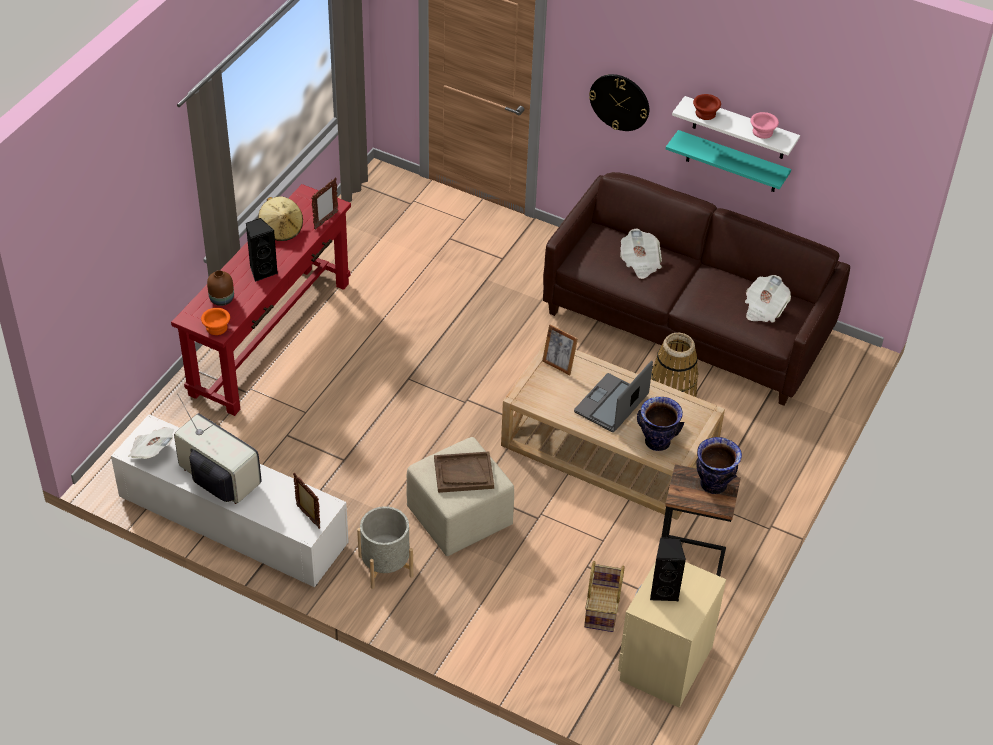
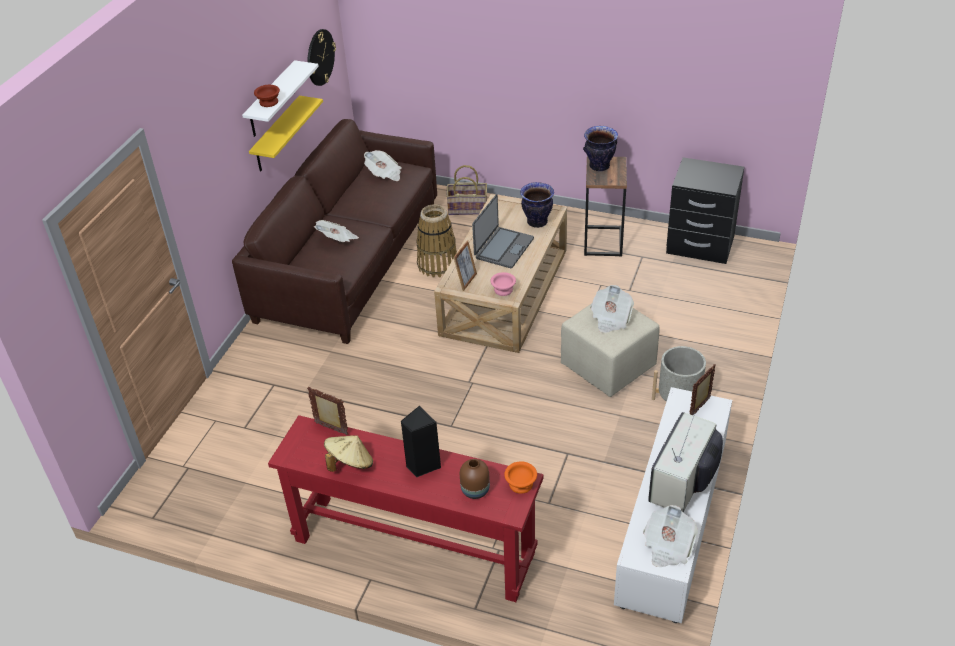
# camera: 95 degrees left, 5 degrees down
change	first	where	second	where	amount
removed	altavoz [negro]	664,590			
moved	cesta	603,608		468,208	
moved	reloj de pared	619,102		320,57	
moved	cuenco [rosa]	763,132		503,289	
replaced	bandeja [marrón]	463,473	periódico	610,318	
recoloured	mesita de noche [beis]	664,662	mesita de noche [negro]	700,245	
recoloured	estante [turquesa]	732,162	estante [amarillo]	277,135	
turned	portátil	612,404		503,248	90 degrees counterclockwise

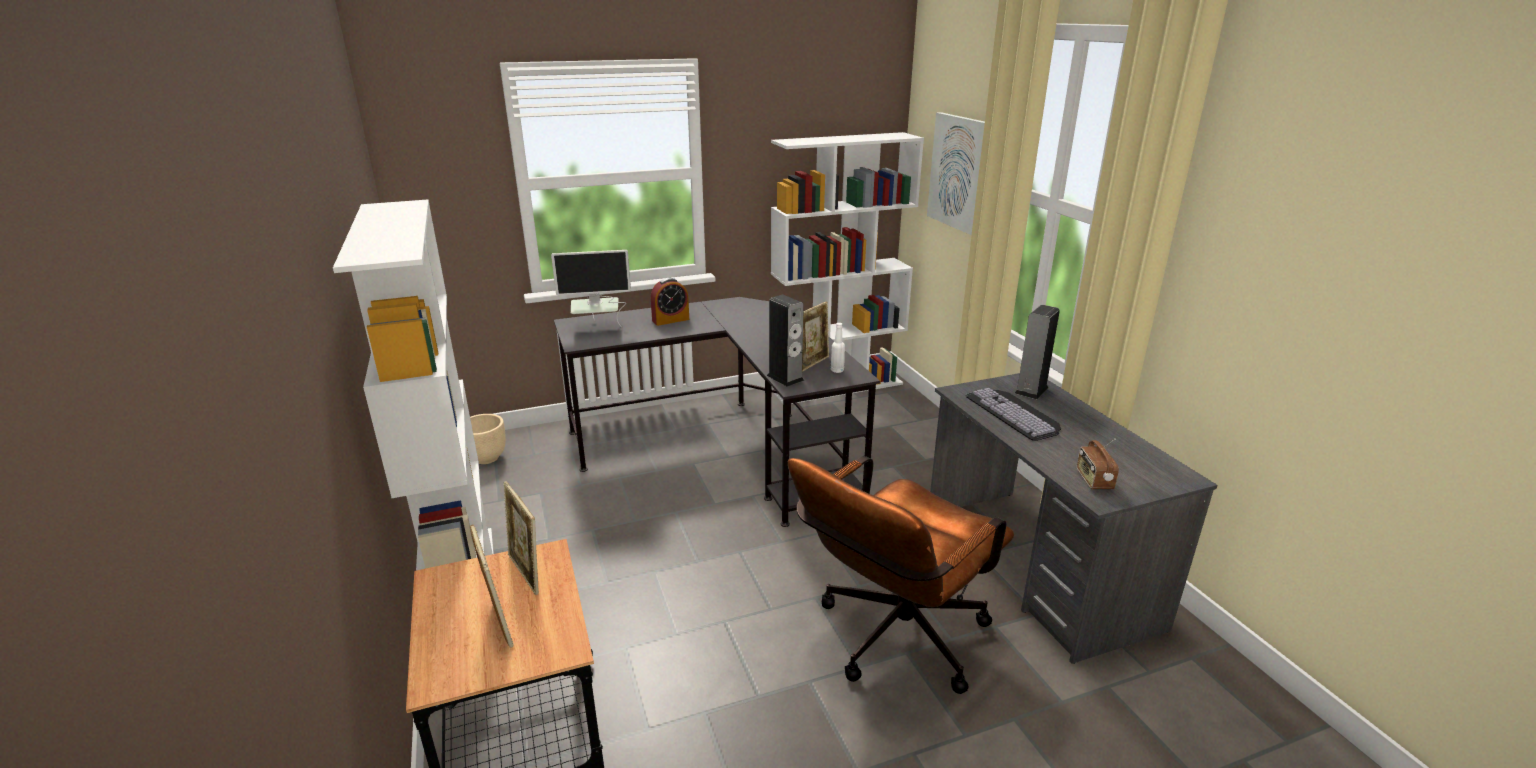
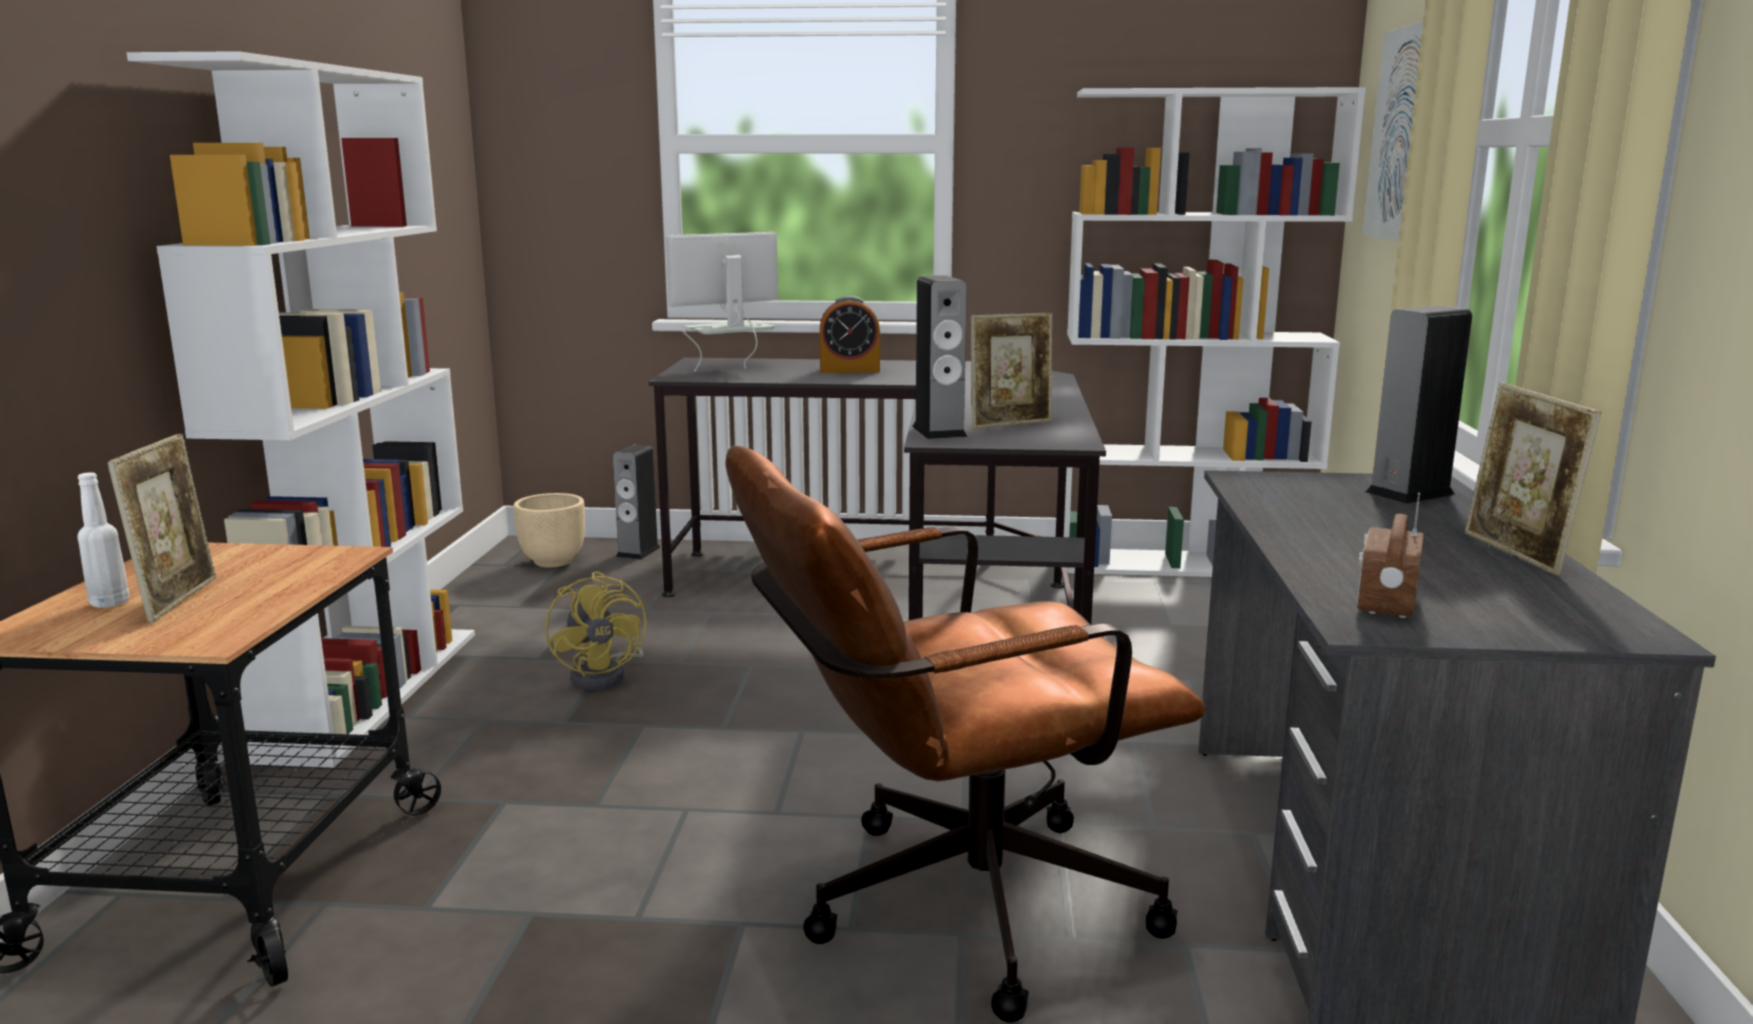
# camera: 25 degrees right, 10 degrees down
change	first	where	second	where	amount
removed	teclado	1016,413			
added			ventilador [amarillo]	605,675	
added			altavoz	638,552	
moved	portarretratos	526,573		1516,554	
moved	botella [blanco]	837,370		109,603	
turned	monitor	597,329		729,368	135 degrees clockwise

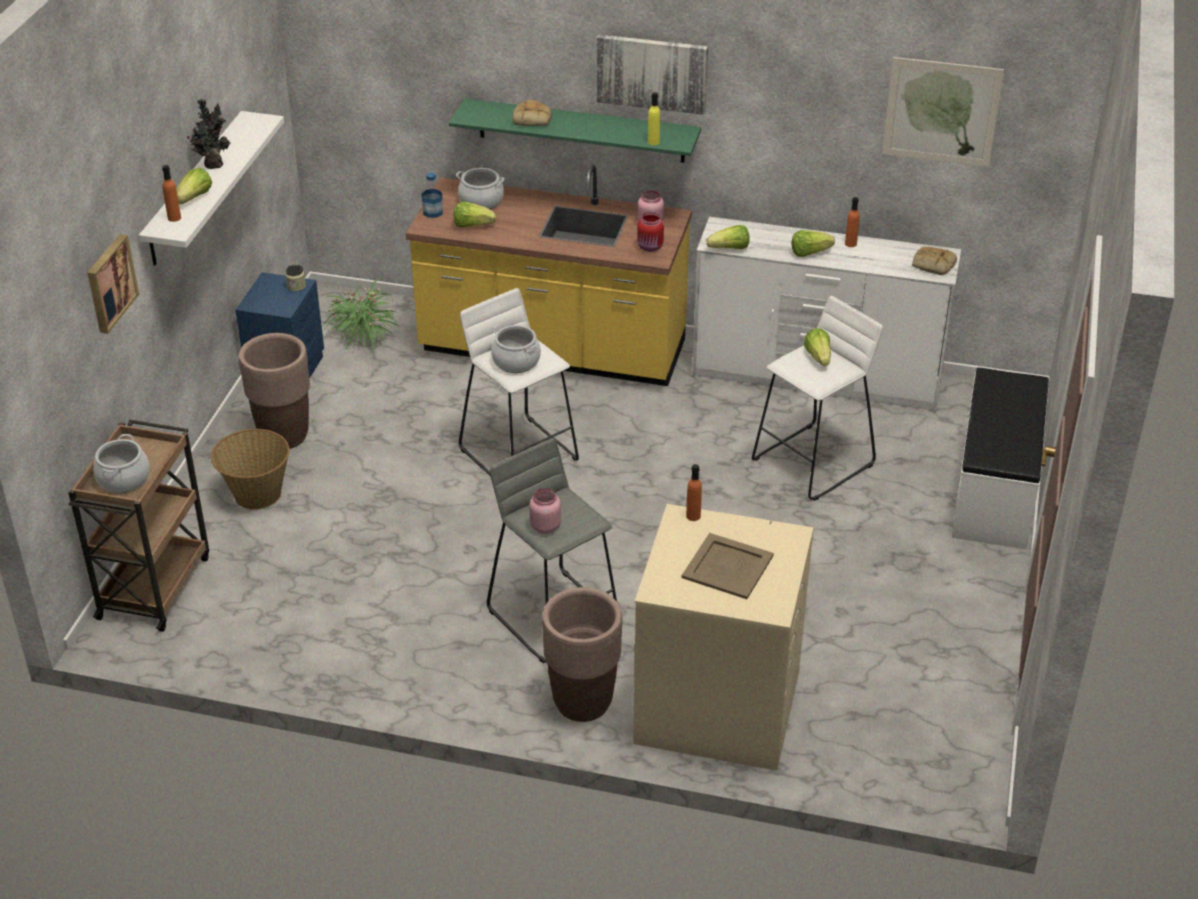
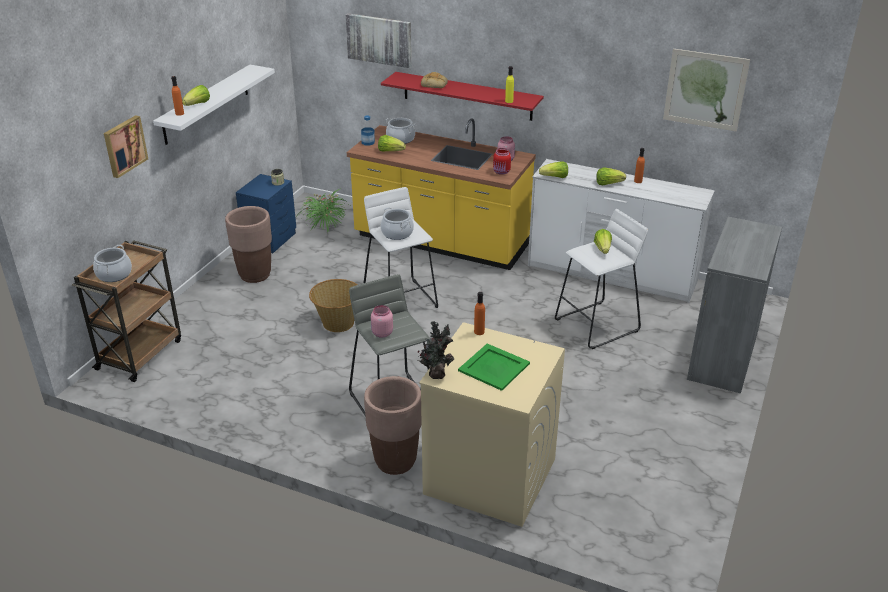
# camera: 10 degrees right, 5 degrees down
change	first	where	second	where	amount
removed	pan	933,264			
moved	planta en maceta	213,164		436,374	
moved	cesta	256,494		337,323	
moved	cuadro	652,73		379,40	
replaced	banco [blanco]	996,490	armario [gris]	723,356	
recoloured	estante [verde]	581,130	estante [rojo]	467,96	
recoloured	bandeja [beis]	728,567	bandeja [verde]	494,367	

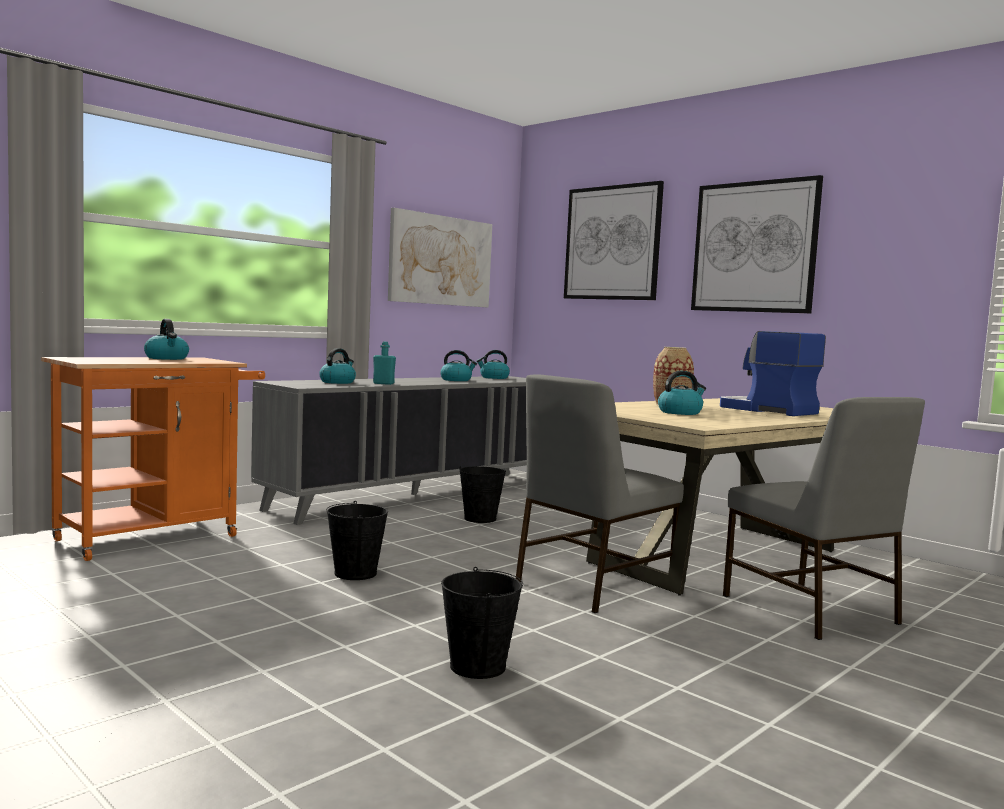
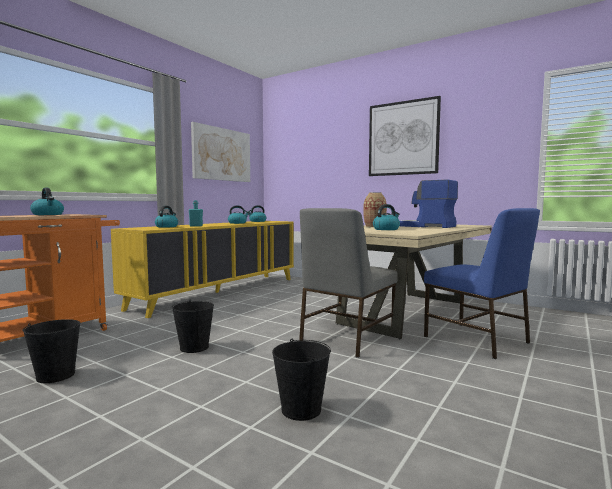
# camera: 10 degrees left, 0 degrees up
change	first	where	second	where	amount
removed	cuadro	612,243			
moved	cubo [negro]	480,518		56,375	
recoloured	armario [gris]	417,495	armario [amarillo]	219,292	
recoloured	silla [gris]	810,610	silla [azul]	477,340	

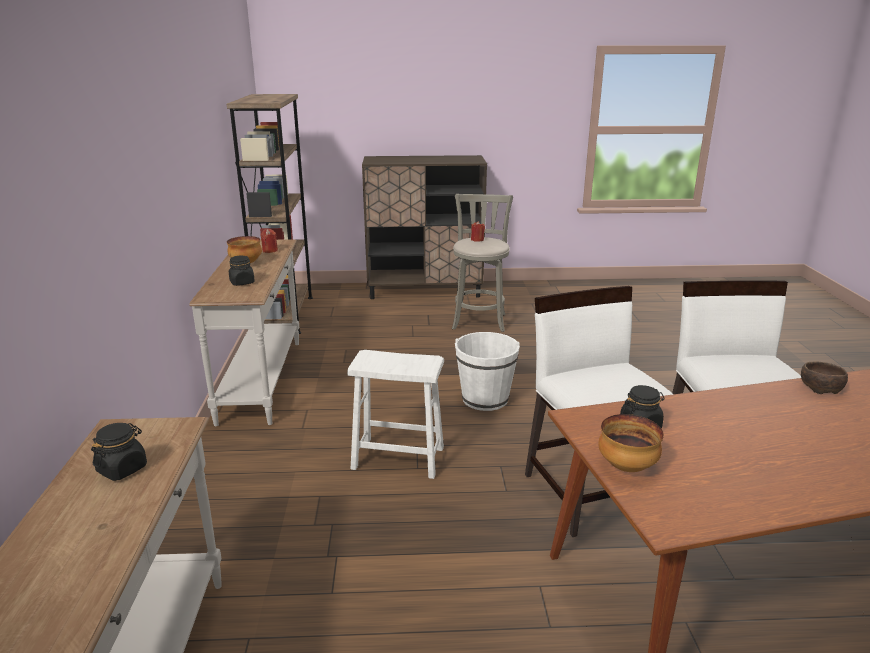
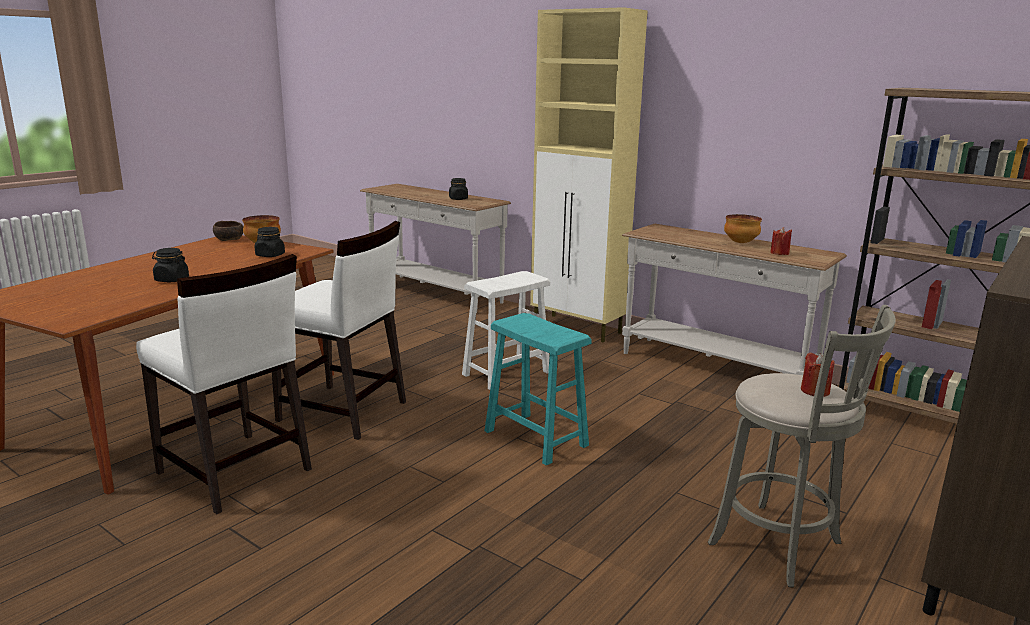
# camera: 130 degrees right, 5 degrees down
change	first	where	second	where	amount
added			armario [beis]	578,328	
moved	tarro [negro]	242,282		171,280	
moved	cuenco [marrón]	819,387		229,239	
replaced	cubo [blanco]	485,399	taburete [turquesa]	535,438	

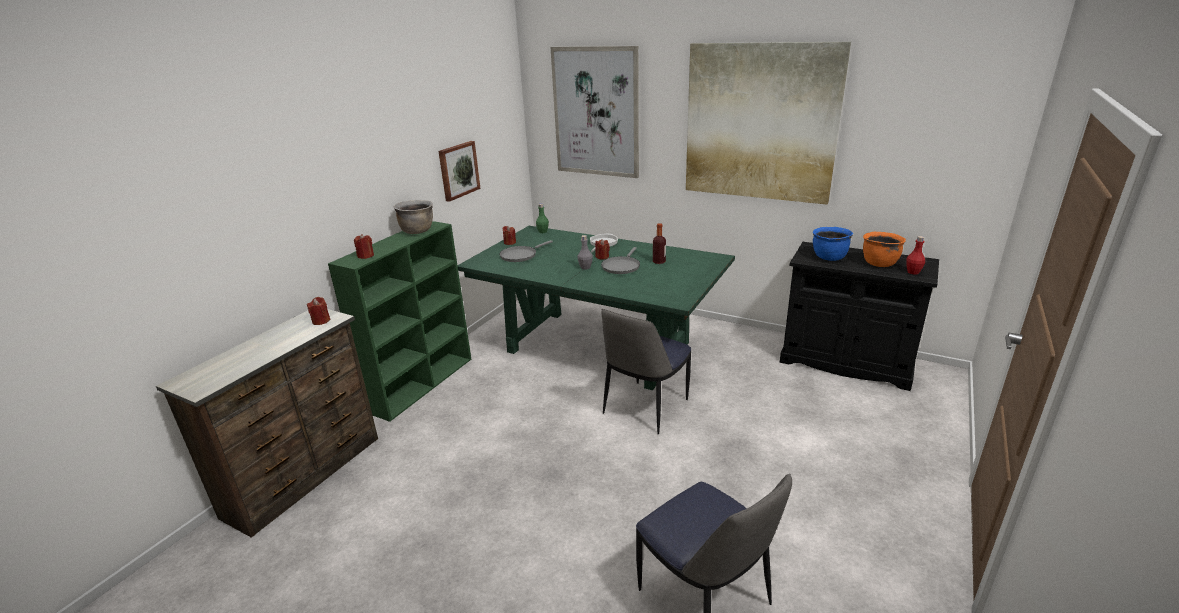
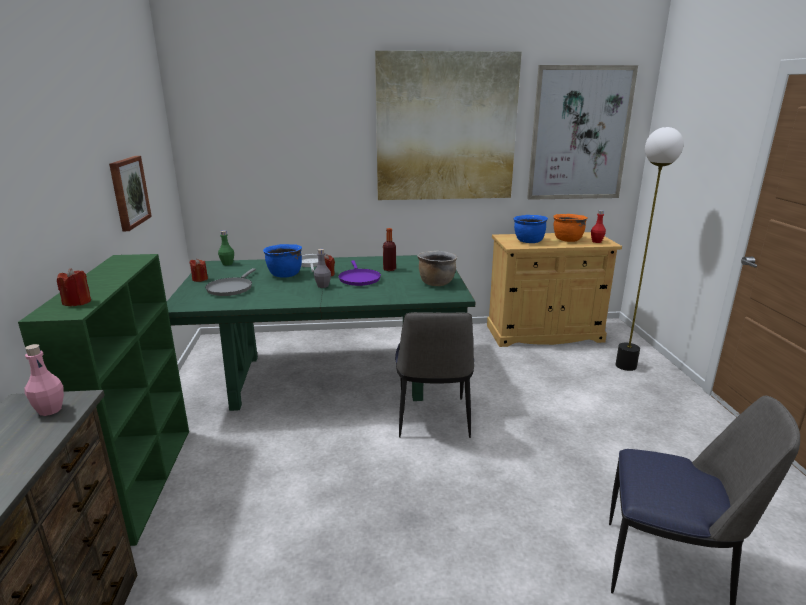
# camera: 35 degrees left, 5 degrees down
change	first	where	second	where	amount
added			olla [azul]	284,275	
added			lámpara de pie	625,365	
moved	olla [marrón]	417,231		436,283	
moved	cuadro	596,112		579,134	
replaced	vela [rojo]	321,321	botella [rosa]	50,410	
recoloured	sartén [gris]	621,266	sartén [morado]	359,279	
recoloured	armario [negro]	846,362	armario [beis]	544,334	

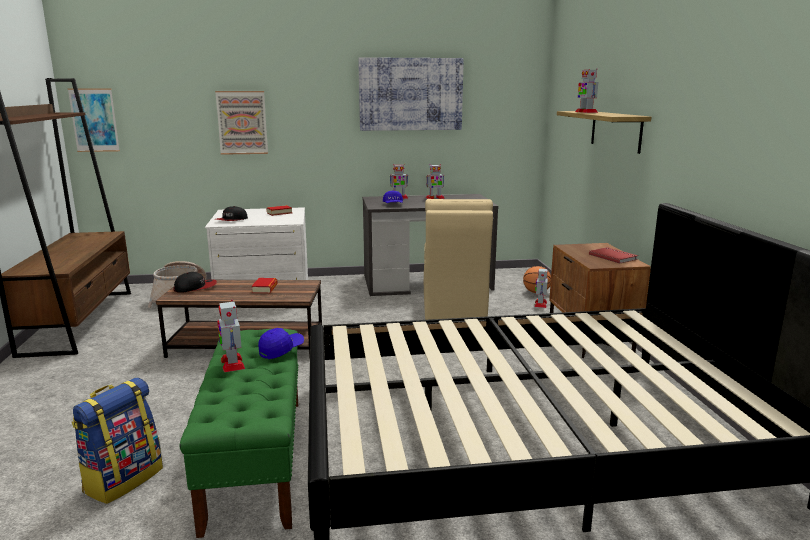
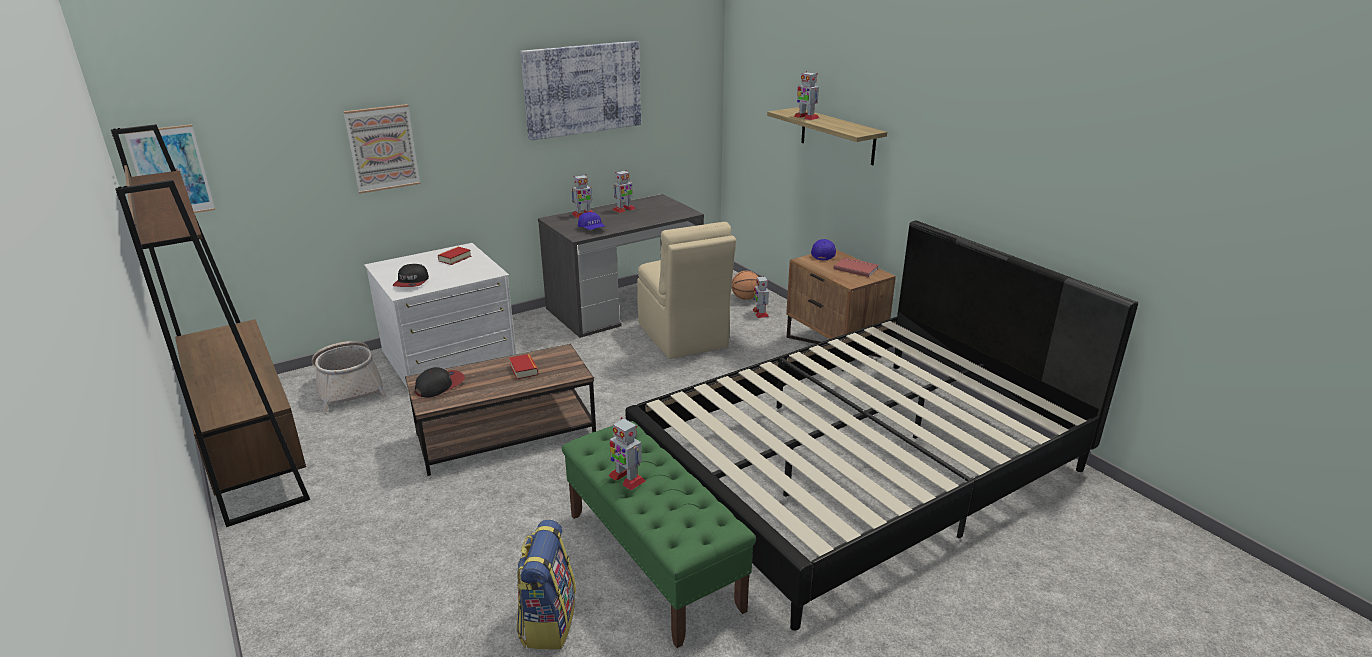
# camera: 25 degrees left, 10 degrees up
change	first	where	second	where	amount
moved	gorra [azul]	281,350		823,254	

